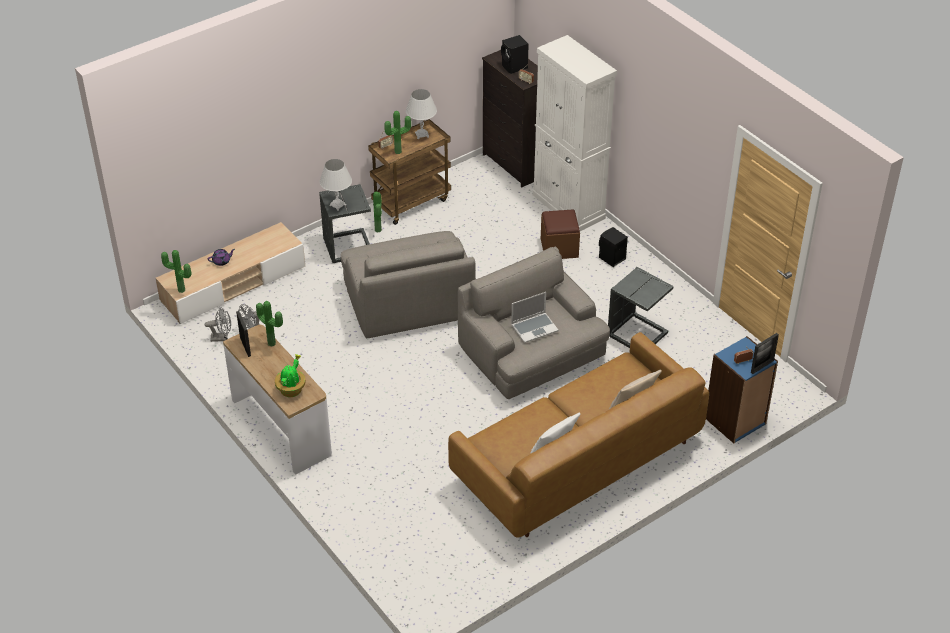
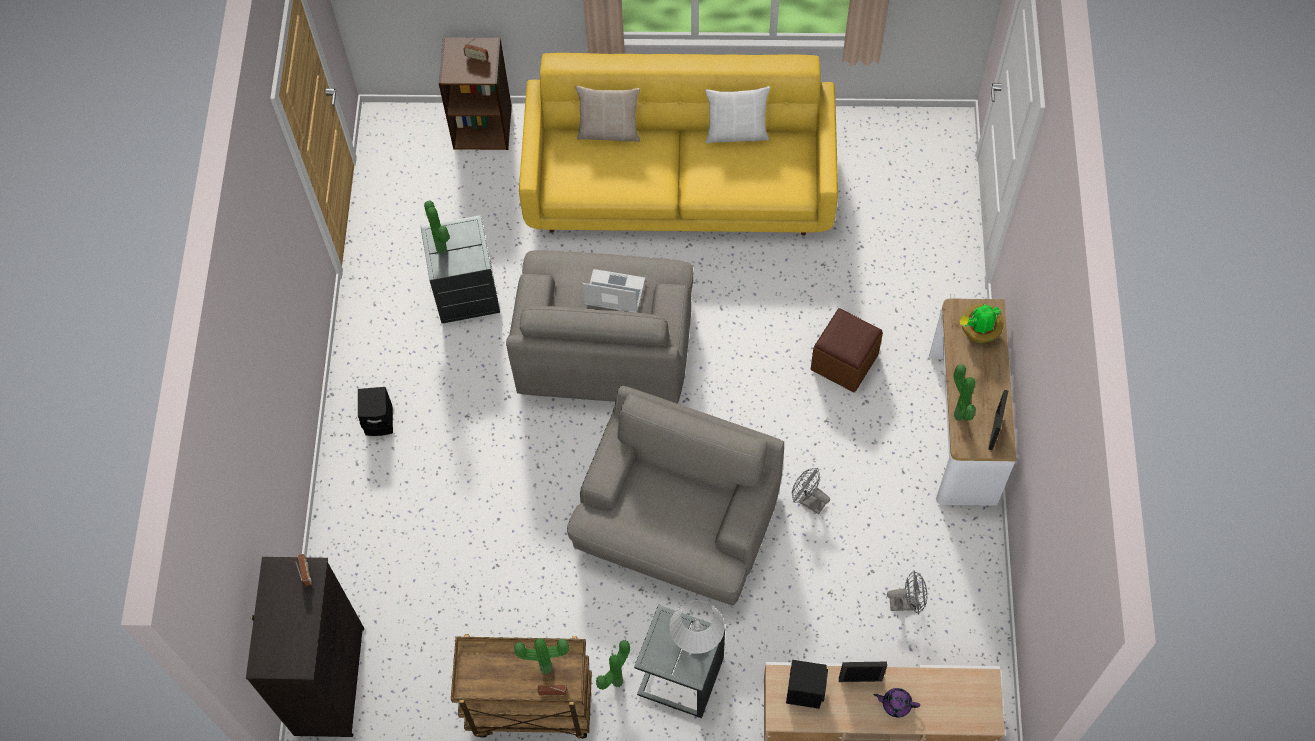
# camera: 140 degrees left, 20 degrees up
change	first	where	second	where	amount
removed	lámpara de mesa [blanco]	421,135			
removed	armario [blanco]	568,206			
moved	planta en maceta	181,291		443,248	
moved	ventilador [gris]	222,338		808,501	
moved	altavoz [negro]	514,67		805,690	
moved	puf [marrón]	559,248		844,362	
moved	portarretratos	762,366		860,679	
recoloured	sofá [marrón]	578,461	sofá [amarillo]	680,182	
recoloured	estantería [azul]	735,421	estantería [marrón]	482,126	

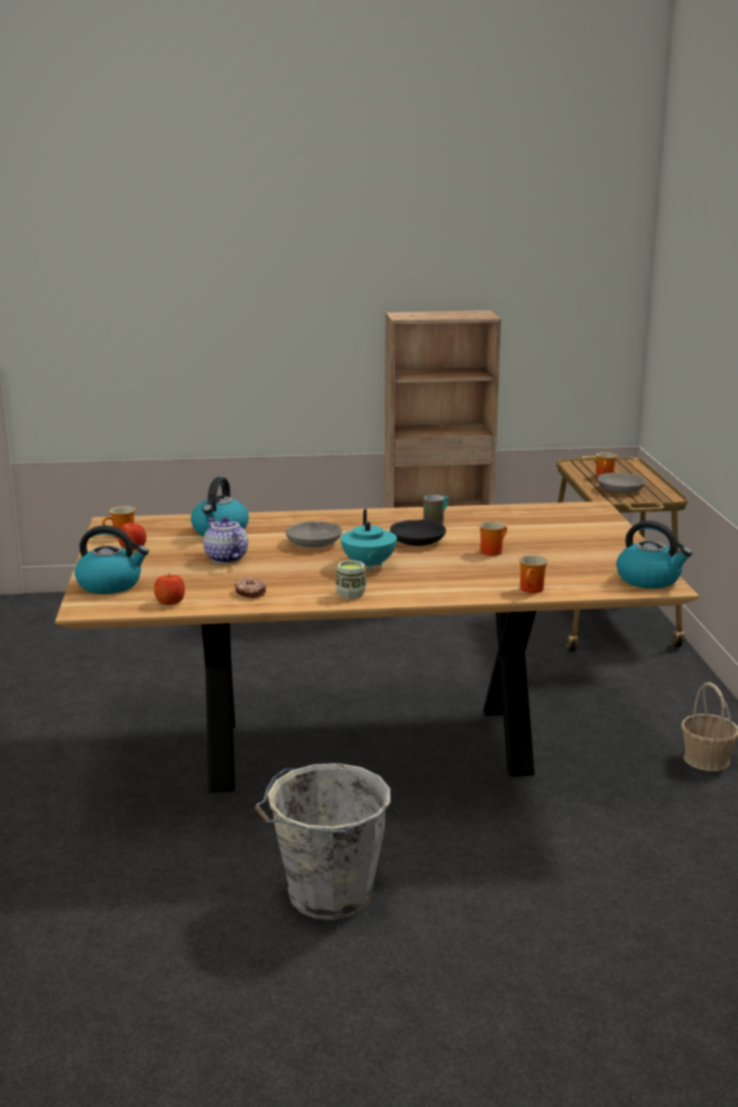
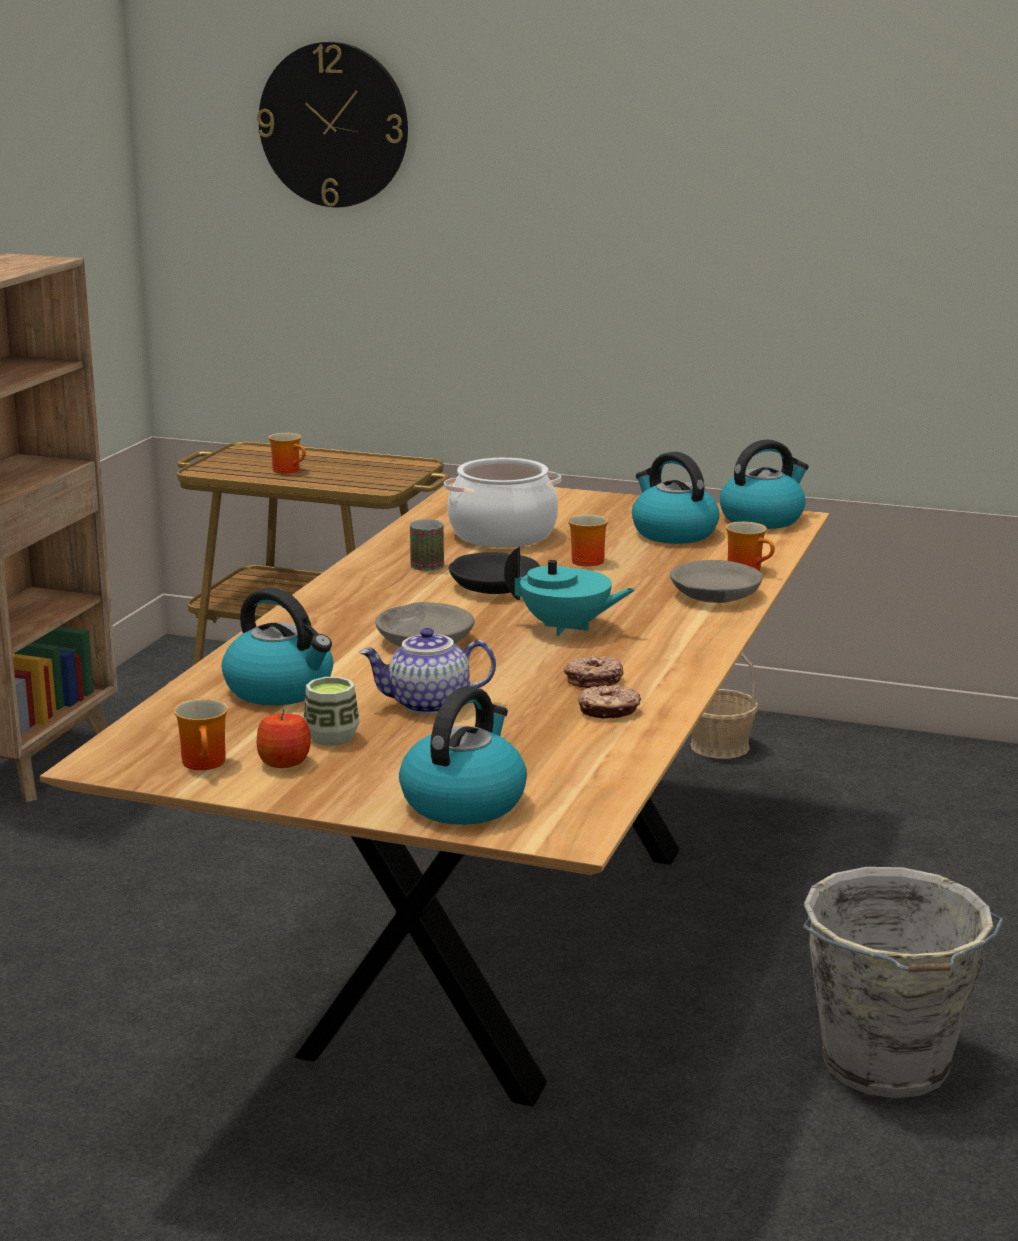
# camera: 65 degrees left, 0 degrees up
change	first	where	second	where	amount
removed	manzana	170,602			
added			reloj de pared	334,125	
added			olla	503,535	
added			rosquilla	593,680	
added			hervidor	672,533	
moved	taza	351,594		332,737	
moved	cuenco [gris]	619,489		713,595	

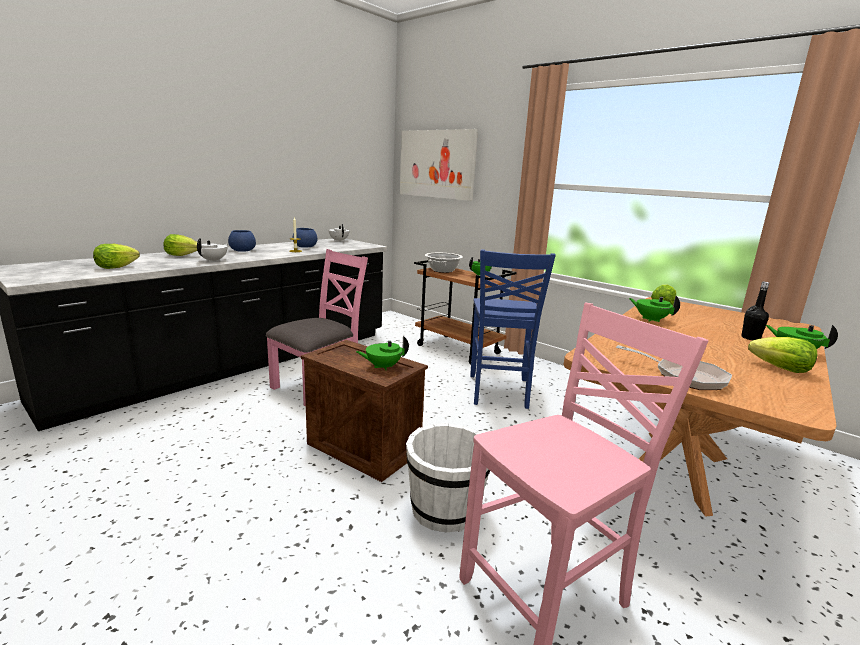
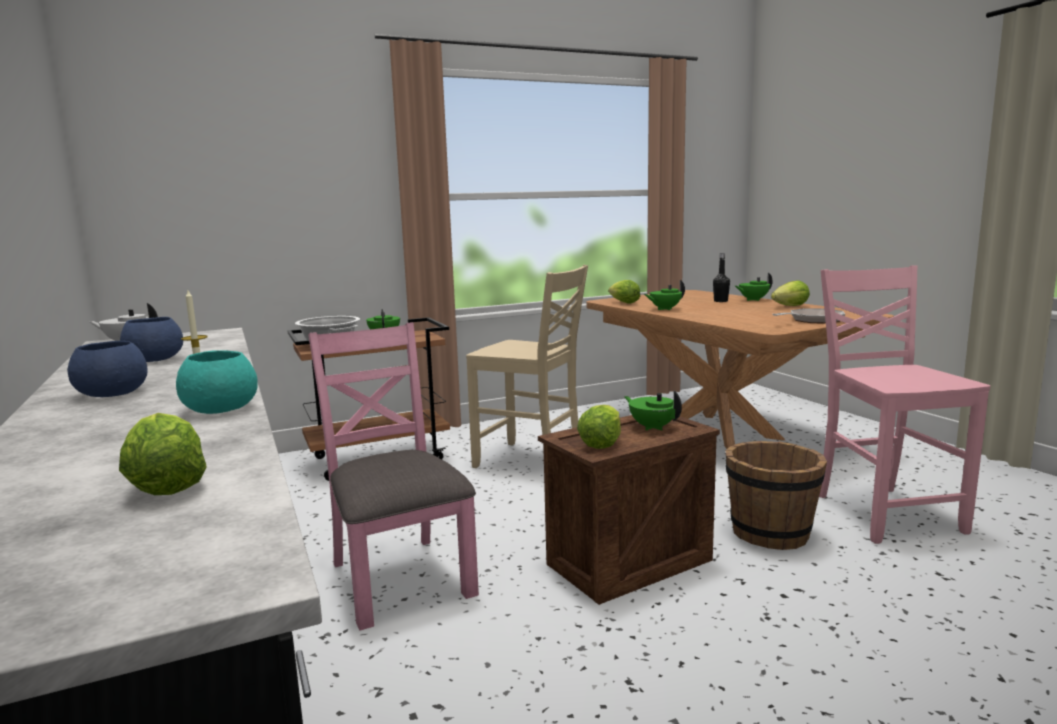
# camera: 65 degrees left, 5 degrees down
change	first	where	second	where	amount
removed	cuadro	436,164			
moved	lechuga	181,255		601,444	
replaced	tetera [blanco]	214,261	cuenco [turquesa]	219,408	
recoloured	cubo [blanco]	445,510	cubo [marrón]	770,533	
recoloured	silla [azul]	498,392	silla [beis]	531,462	
turned	tetera [verde]	383,367		652,427	135 degrees clockwise

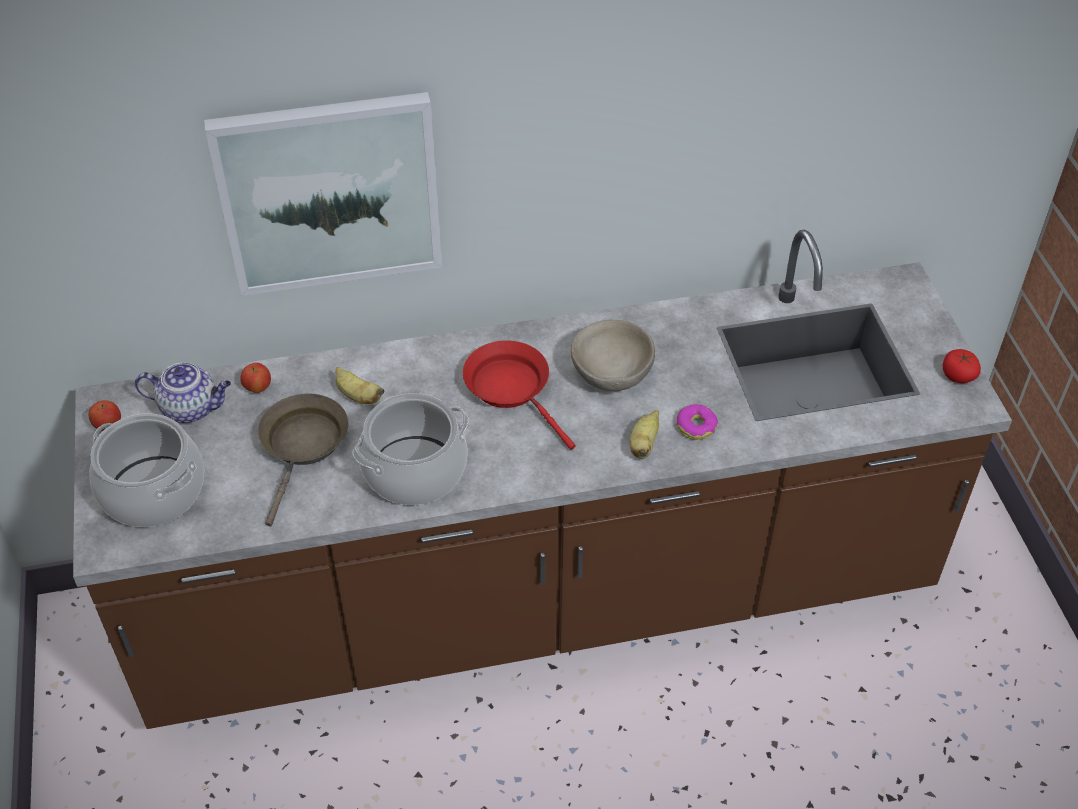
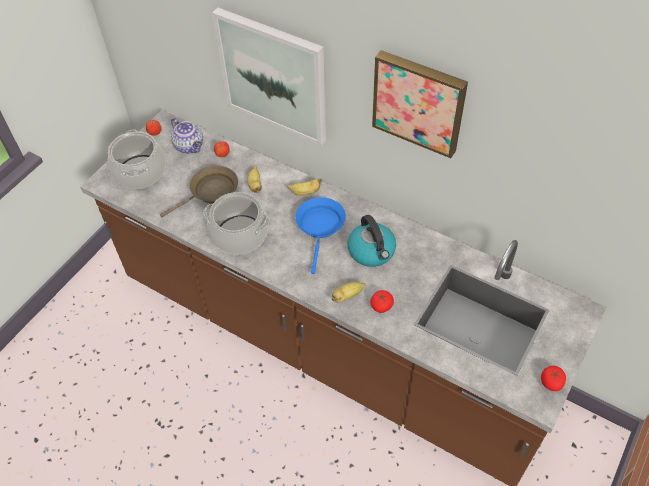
# camera: 45 degrees right, 5 degrees up
change	first	where	second	where	amount
added			plátano	305,192	
added			cuadro	419,102	
replaced	cuenco [beis]	611,374	hervidor	372,251	
replaced	rosquilla	696,426	tomate	381,306	
recoloured	sartén [rojo]	512,389	sartén [azul]	320,227	

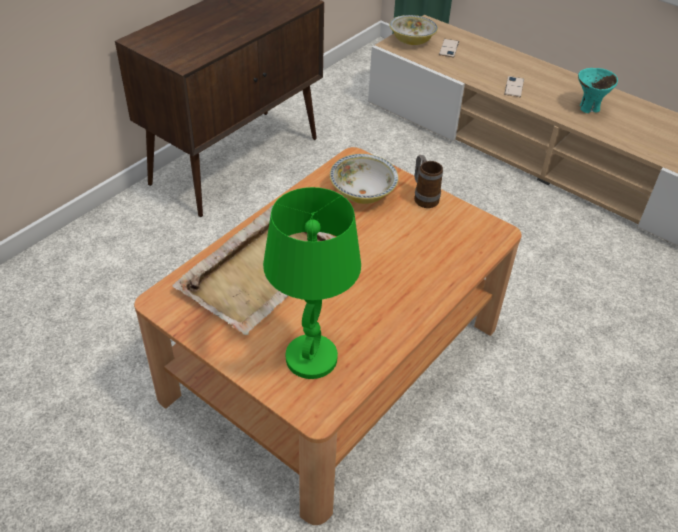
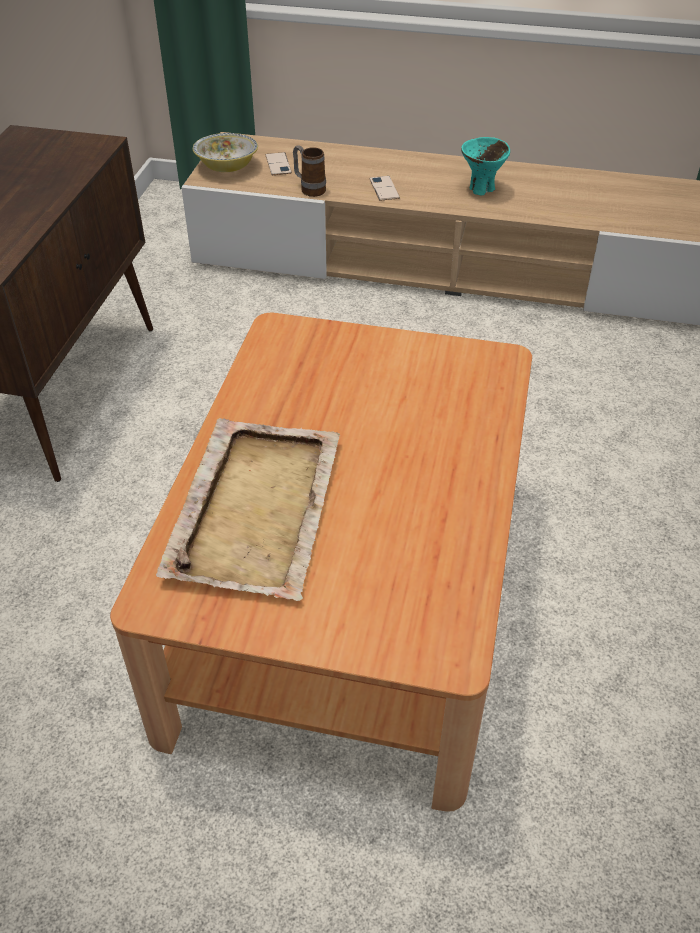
# camera: 25 degrees left, 0 degrees up
change	first	where	second	where	amount
removed	lámpara de mesa [verde]	311,357			
removed	cuenco	362,193			
moved	taza grande	423,197		309,189	

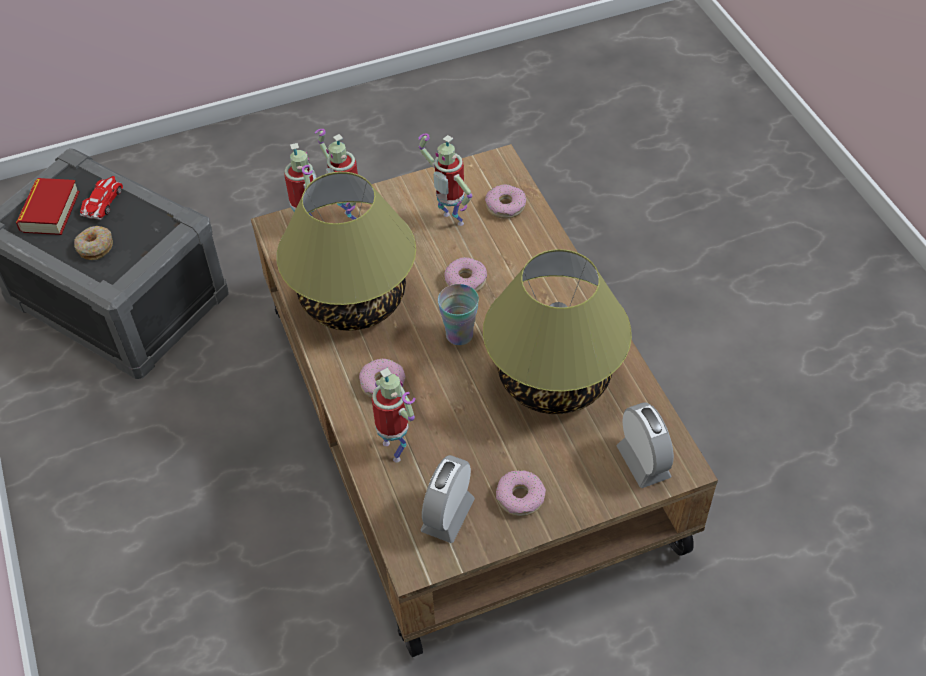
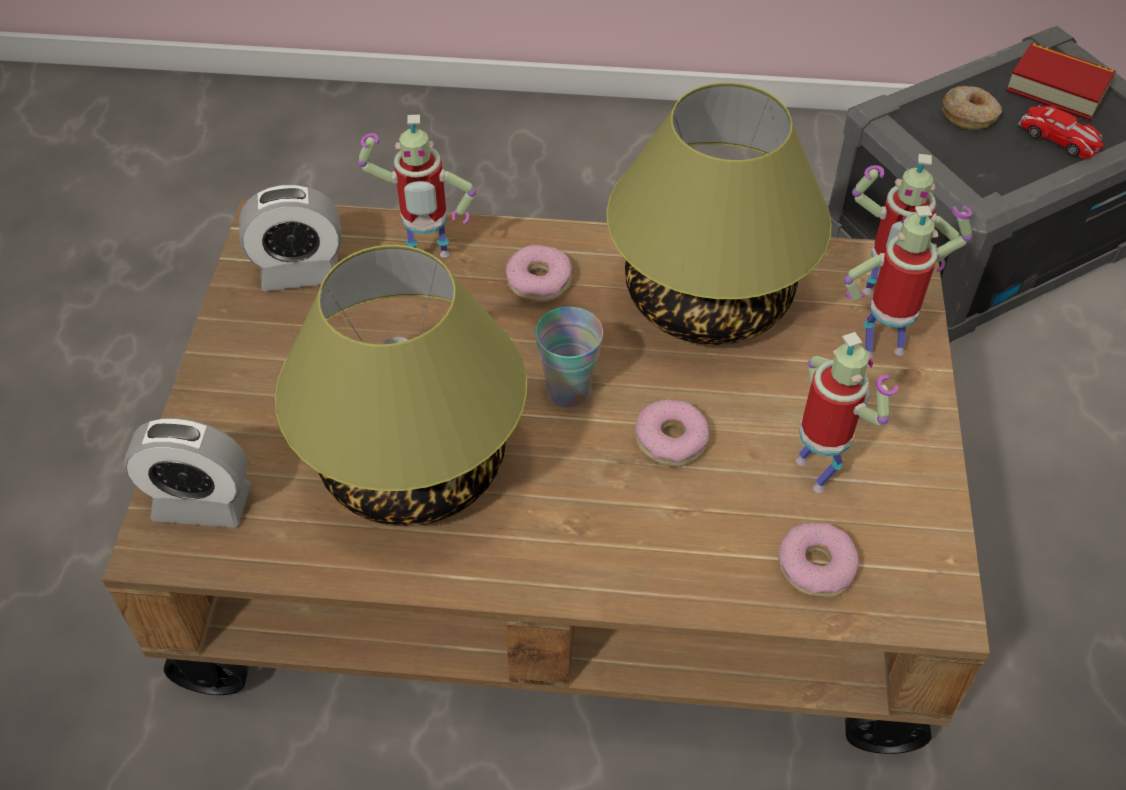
# camera: 115 degrees right, 0 degrees up
change	first	where	second	where	amount
removed	rosquilla	520,497			
turned	robot de juguete	450,221		817,473	90 degrees clockwise
turned	despertador	447,515		300,272	120 degrees clockwise

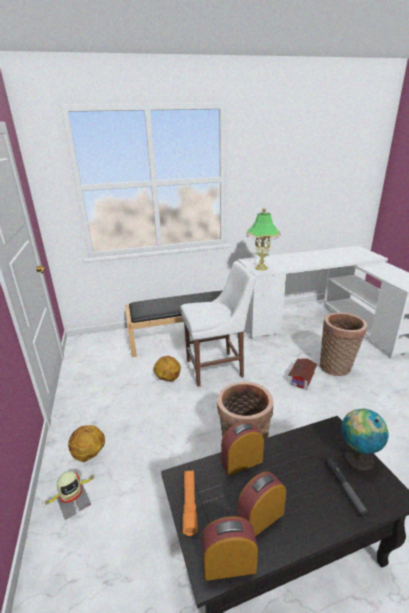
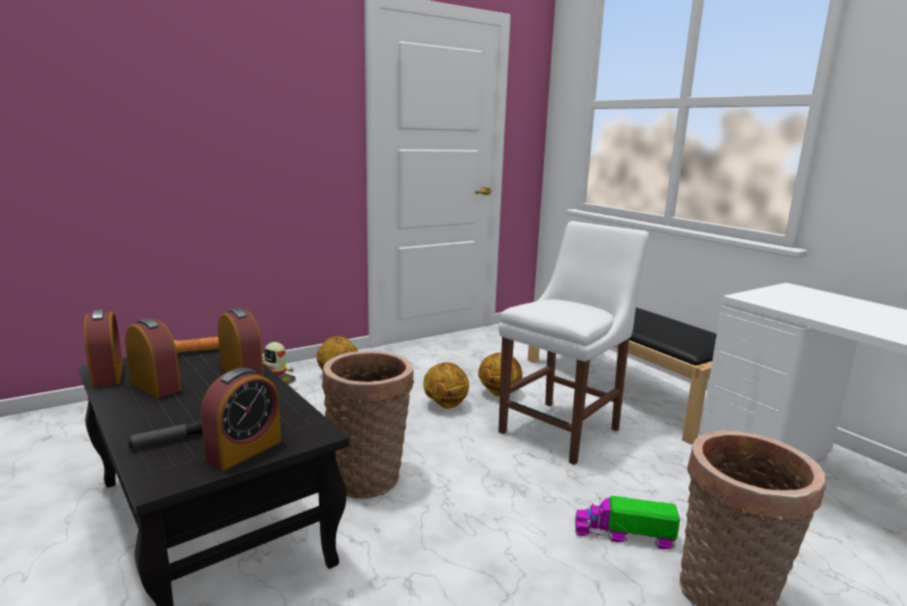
# camera: 70 degrees right, 10 degrees down
change	first	where	second	where	amount
removed	lámpara de mesa	261,268			
added			balón de baloncesto	445,405	
replaced	casita	303,378	camión de juguete	623,534	
replaced	globo terráqueo	356,458	despertador	244,450	
turned	silla [blanco]	217,368		563,429	105 degrees counterclockwise

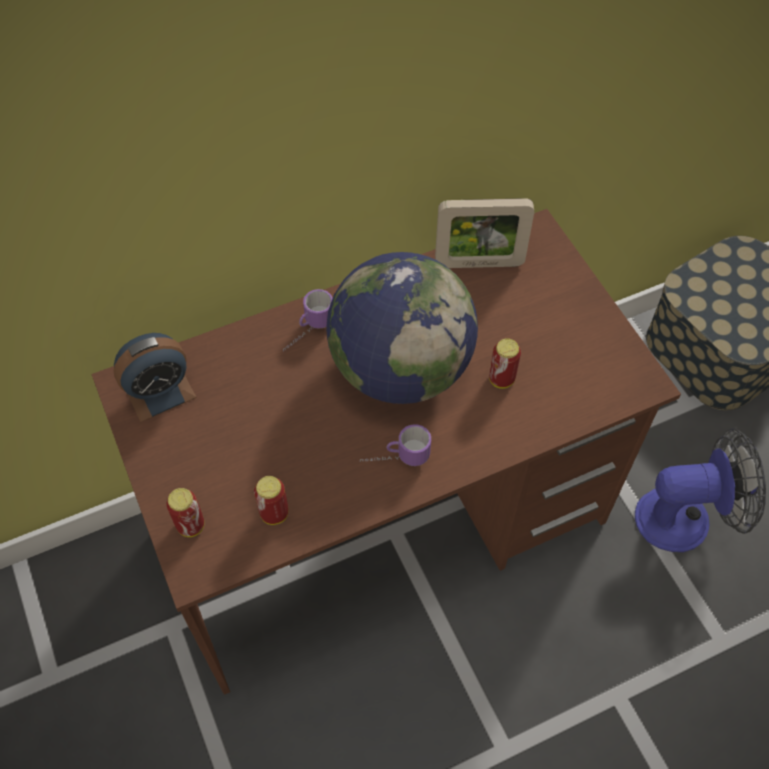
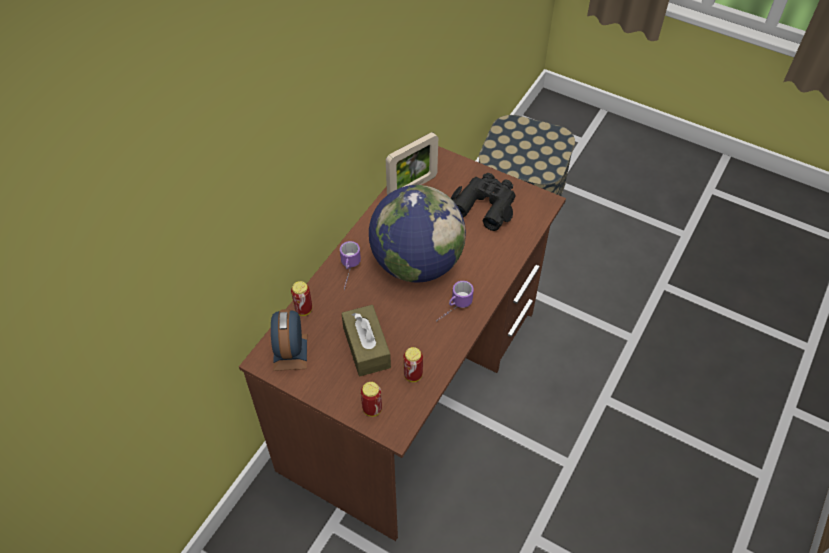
# camera: 35 degrees left, 5 degrees down
change	first	where	second	where	amount
removed	ventilador	686,518			
added			caja de pañuelos [marrón]	366,347	
added			prismáticos [negro]	485,205	
moved	lata	501,379		303,309	
turned	despertador	159,392		290,352	150 degrees clockwise

